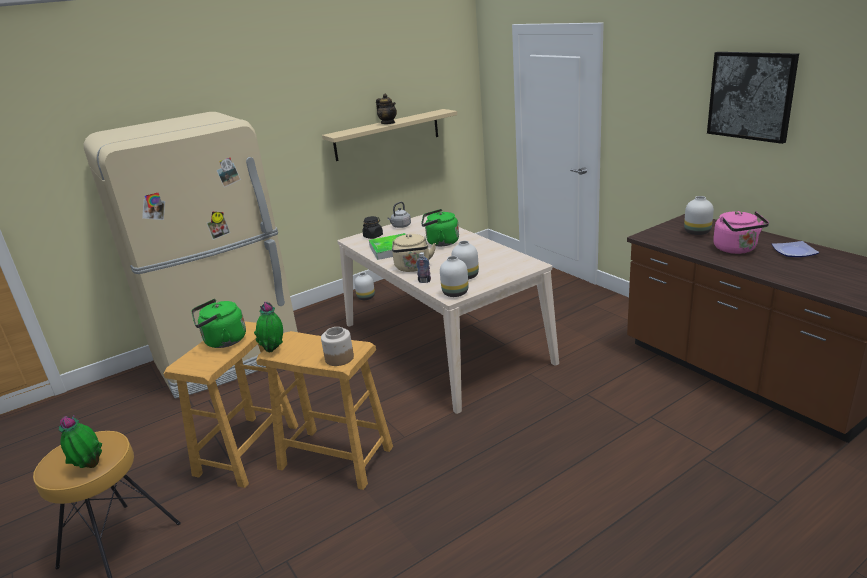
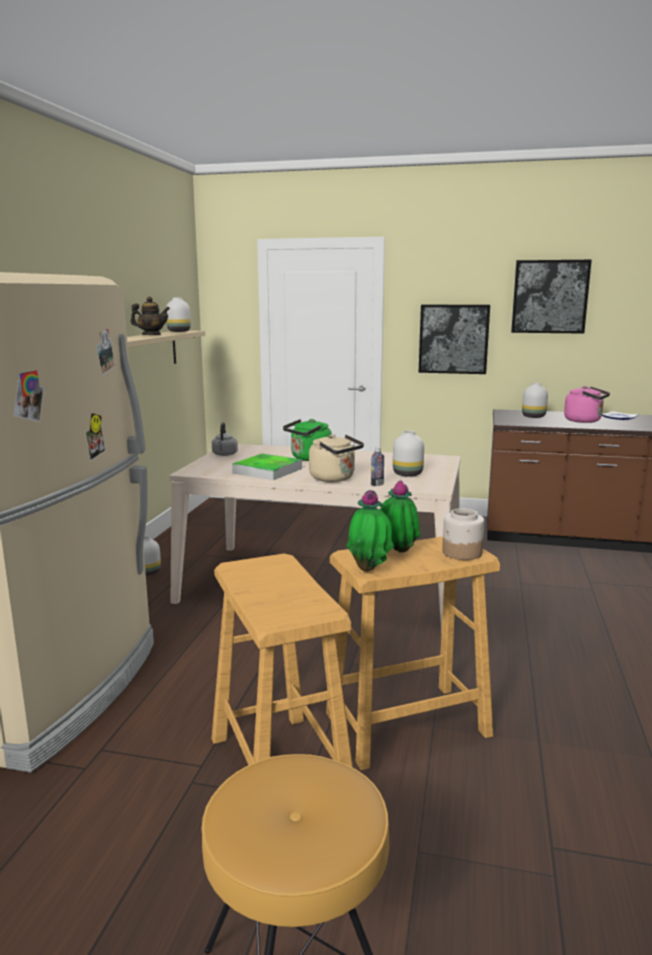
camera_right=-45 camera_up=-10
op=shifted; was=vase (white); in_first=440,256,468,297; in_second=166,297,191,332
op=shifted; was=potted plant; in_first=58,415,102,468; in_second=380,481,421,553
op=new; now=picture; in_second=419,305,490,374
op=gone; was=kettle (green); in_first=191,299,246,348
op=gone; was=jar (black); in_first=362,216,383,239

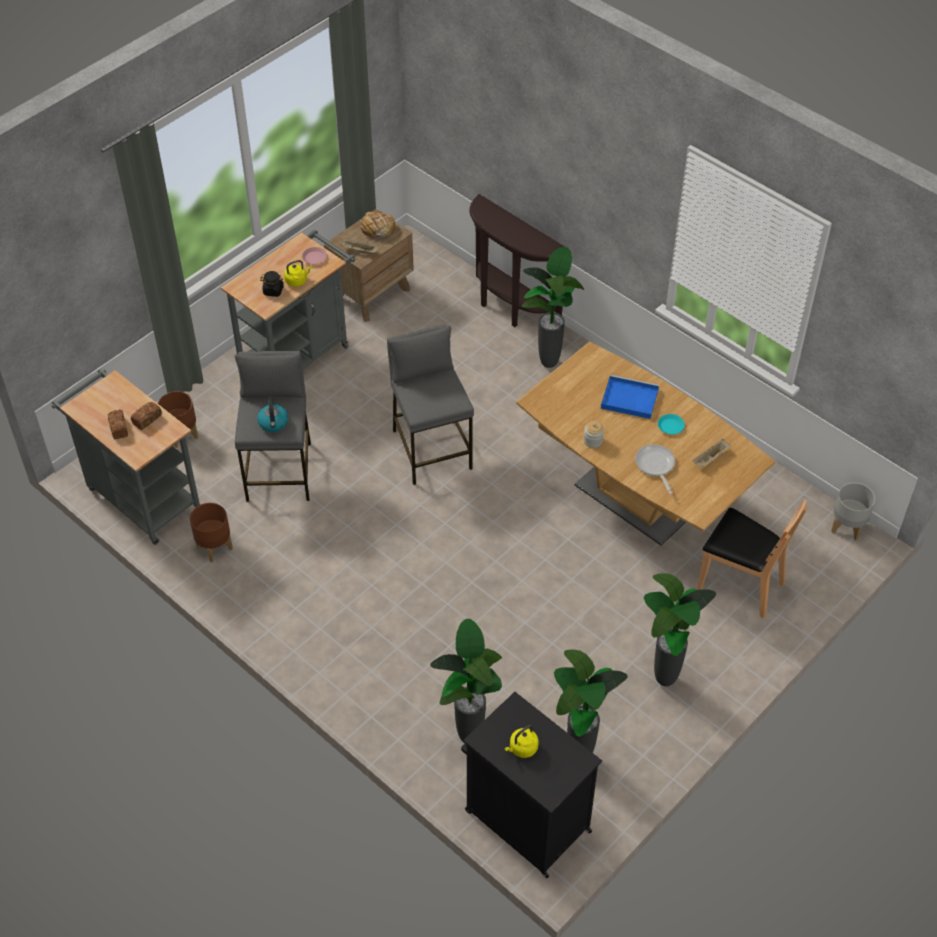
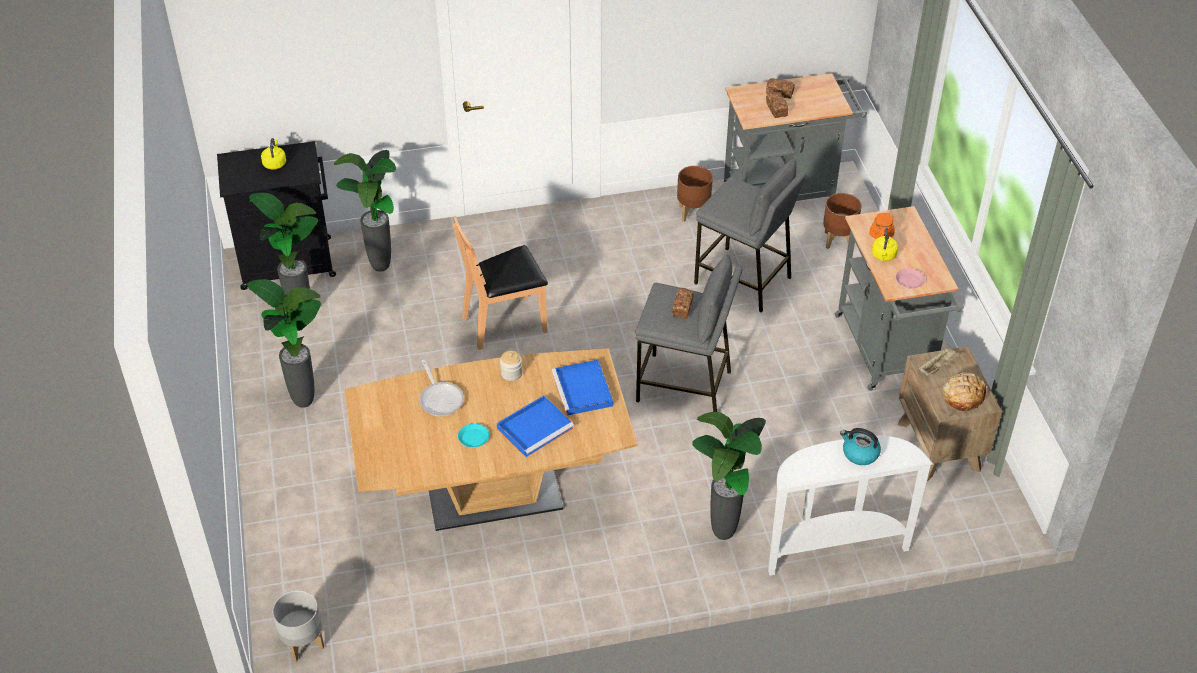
camera_right=125 camera_up=-5
op=rotated; was=frying pan; in_first=635,444,675,494; in_second=419,360,464,416; clockwise=45
op=shifted; was=chair (brown); in_first=697,500,808,618; in_second=452,216,548,350
op=new; now=tray (blue); in_second=552,360,613,416
op=new; now=bread; in_second=672,288,694,319
op=repainted; was=console table (brown); now=console table (white); in_first=469,194,565,327; in_second=768,436,933,576
op=shifted; was=kettle; in_first=257,399,288,432; in_second=840,428,881,465
op=repainted; was=jar (black); now=jar (orange); in_first=260,271,284,297; in_second=869,213,895,239
op=gone; was=tray (beige); in_first=692,439,730,468

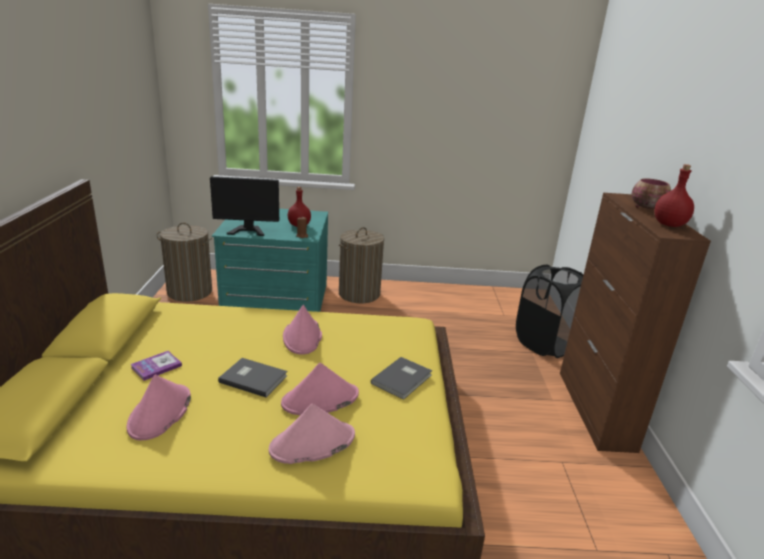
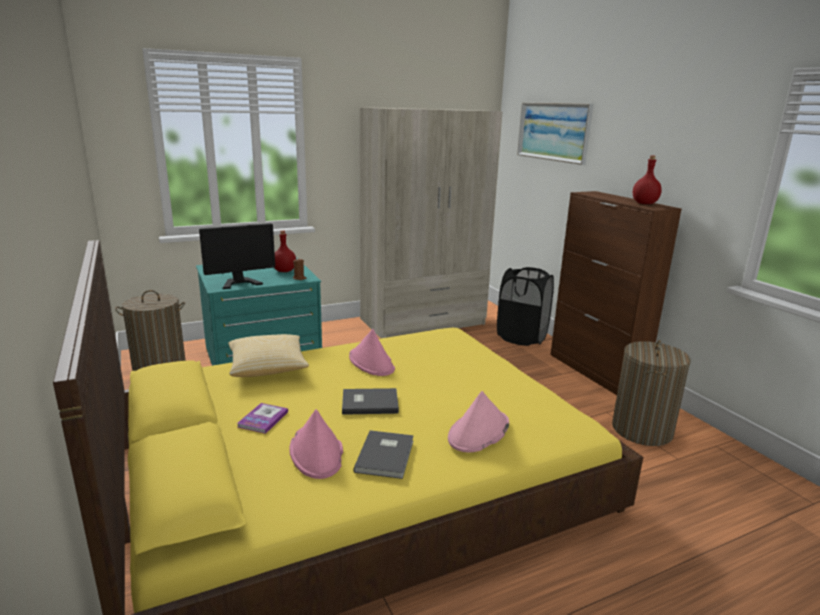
camera_right=-25 camera_up=-5
op=new; now=pillow; in_second=228,334,309,377
op=shifted; was=book (grey); in_first=371,357,432,400; in_second=353,430,414,479
op=new; now=wardrobe (beige); in_second=359,107,502,338
op=new; now=picture; in_second=517,102,593,165
op=shifted; was=laundry basket; in_first=339,227,384,303; in_second=612,340,691,446
op=gone; was=hat (pink); in_first=281,363,359,415
op=gone; was=bowl; in_first=632,178,671,209

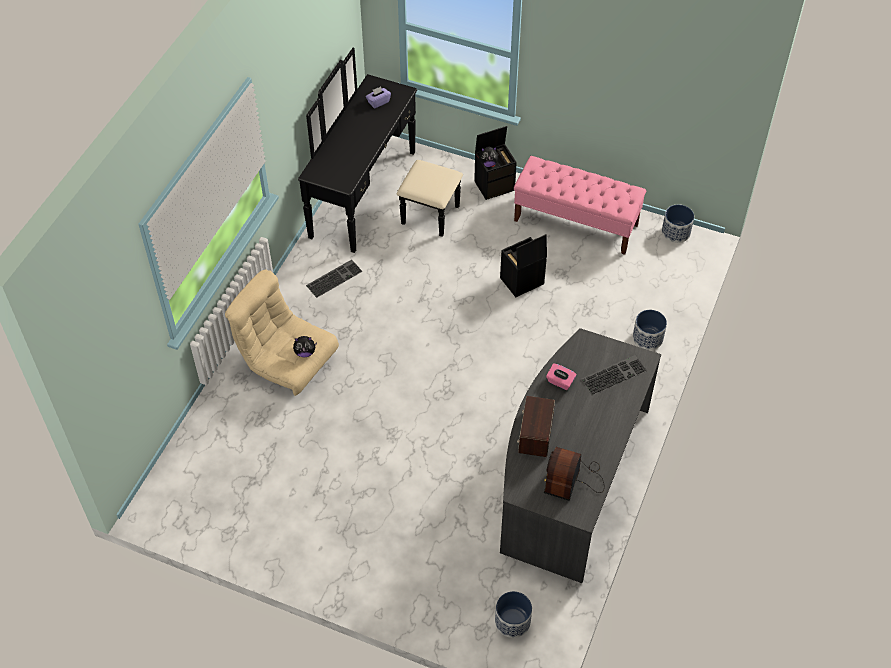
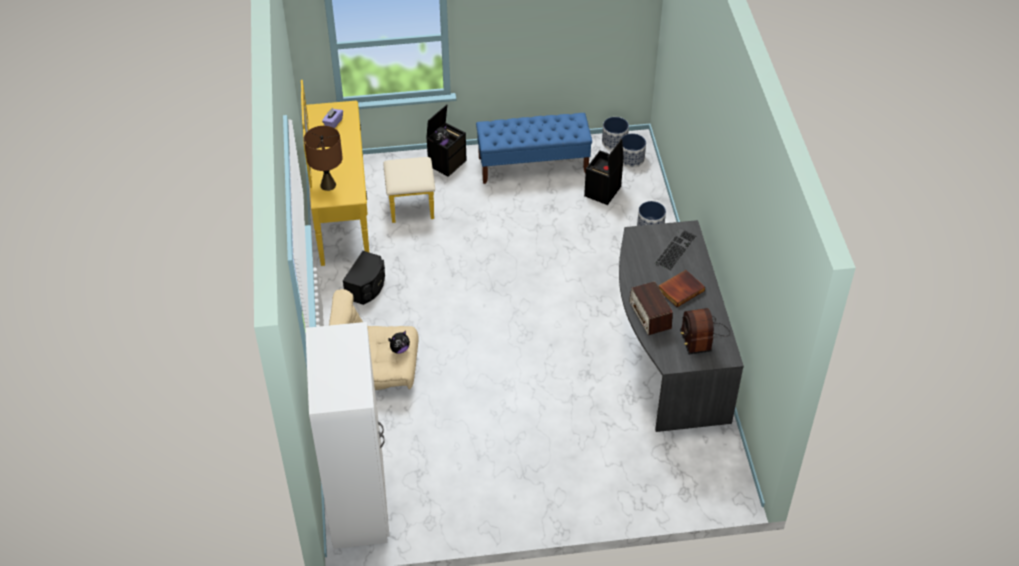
camera_right=-30 camera_up=-5
op=repainted; was=dresser (black); now=dresser (yellow); in_first=298,48,463,253; in_second=301,80,435,266
op=new; now=table lamp (brown); in_second=304,126,343,191
op=new; now=wardrobe (white); in_second=305,322,389,549
op=swapped; was=keyboard; now=speaker (black); in_first=306,259,363,298; in_second=343,251,385,305
op=repainted; was=bench (pink); now=bench (blue); in_first=514,156,646,255; in_second=476,113,592,184
op=shifted; was=storage box (black); in_first=500,234,547,297; in_second=584,139,624,205
op=shifted; was=planter; in_first=495,591,532,638; in_second=621,133,646,168
op=new; now=book; in_second=659,270,705,307
op=gone; was=tissue box (pink); in_first=546,363,577,390

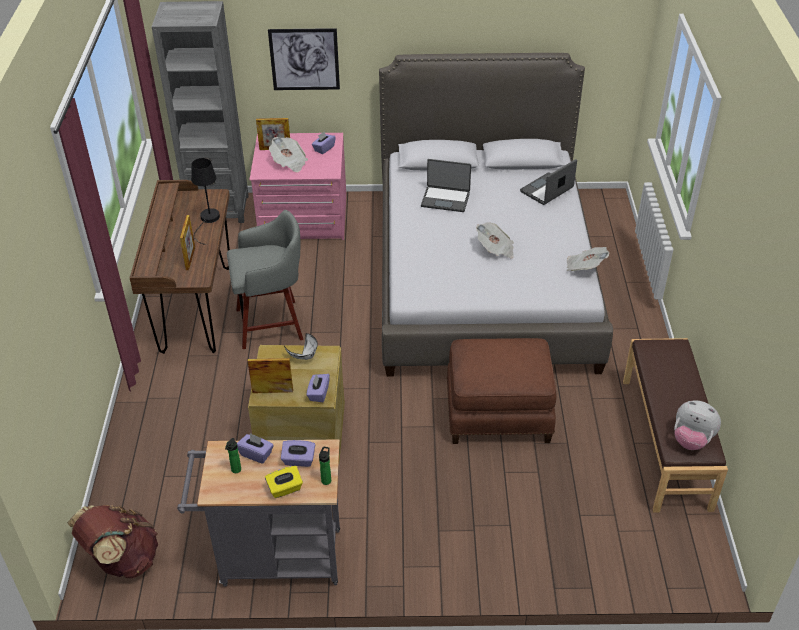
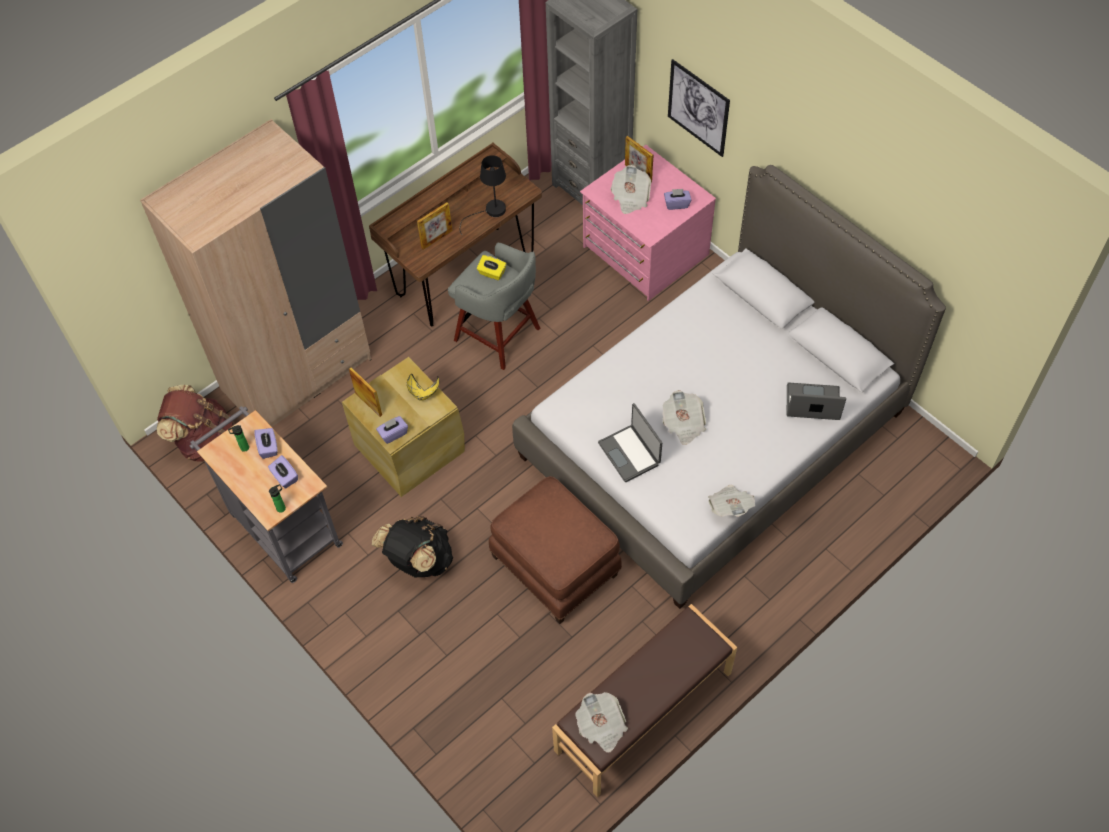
camera_right=50 camera_up=15
op=new; now=wardrobe (beige); in_second=140,119,372,427
op=new; now=backpack (black); in_second=372,516,453,577
op=repainted; was=bowl (white); now=bowl (yellow); in_first=284,333,318,360; in_second=407,374,439,401
op=shifted; was=tissue box (yellow); in_first=265,466,303,498; in_second=477,255,506,280
op=swapped; was=plush toy; now=newspaper; in_first=674,401,721,450; in_second=575,692,628,753
op=shifted; was=laptop; in_first=421,159,471,212; in_second=598,403,662,482

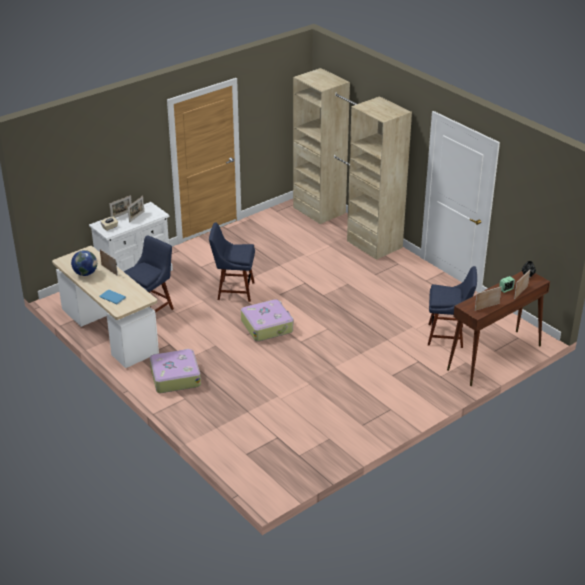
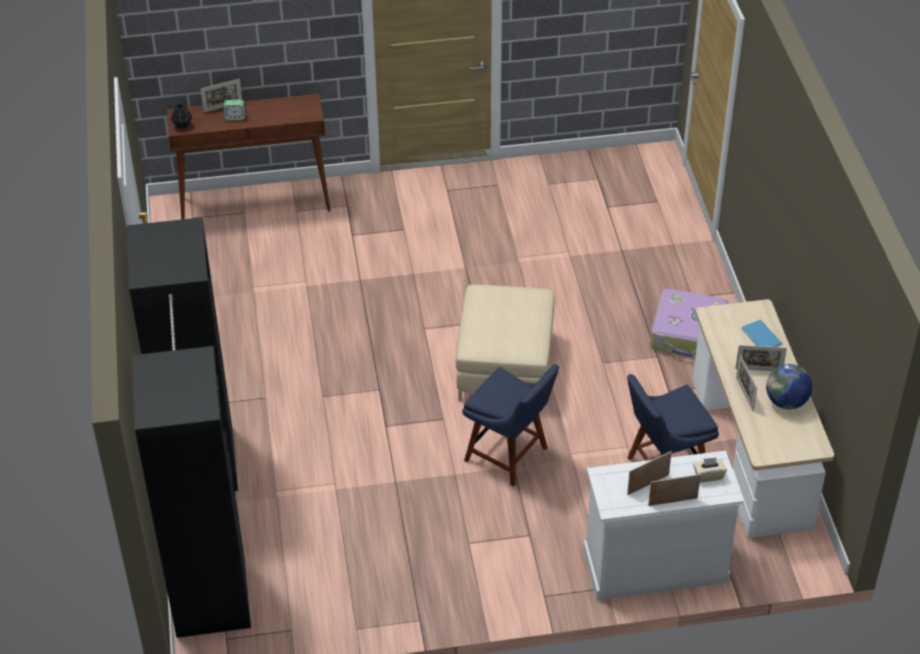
camera_right=-150 camera_up=10
op=repainted; was=wardrobe (beige); now=wardrobe (black); in_first=293,68,412,260; in_second=127,217,251,638
op=swapped; was=suitcase; now=ottoman (beige); in_first=241,299,294,341; in_second=456,285,555,402
op=shifted; was=picture frame; in_first=475,286,502,311; in_second=735,345,787,371
op=gone; was=chair (blue); in_first=428,266,477,348

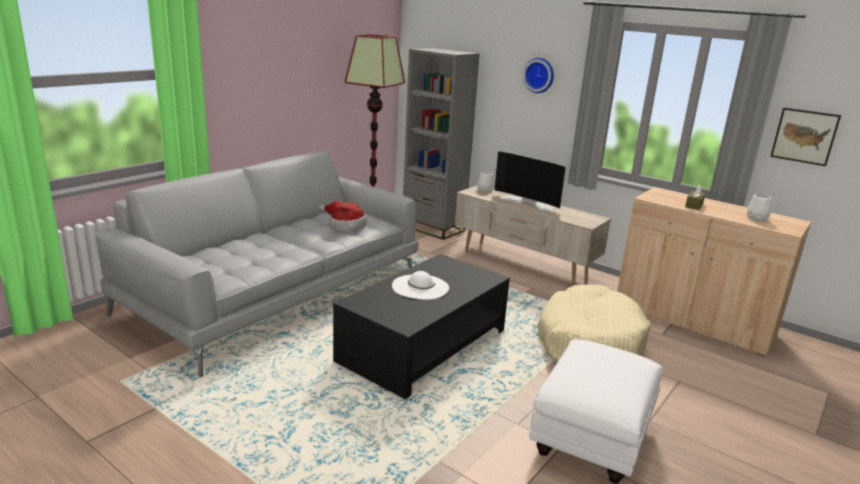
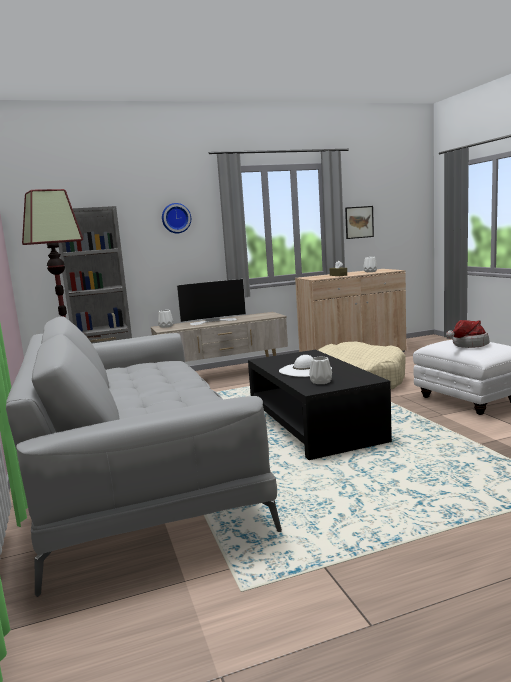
camera_right=-55 camera_up=-10
op=new; now=vase (white); in_second=309,357,332,384
op=shifted; was=hat; in_first=319,201,367,233; in_second=446,320,490,348

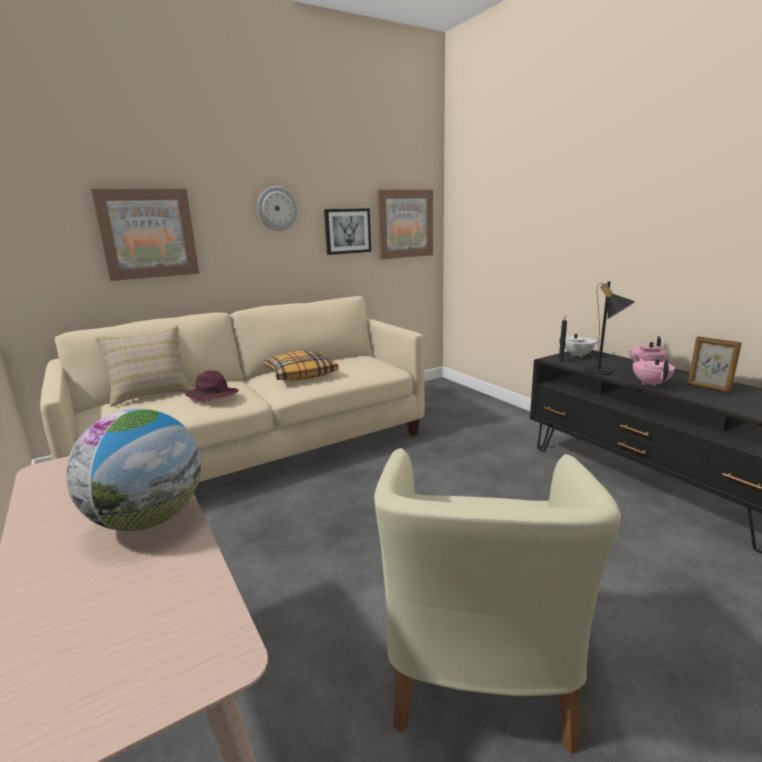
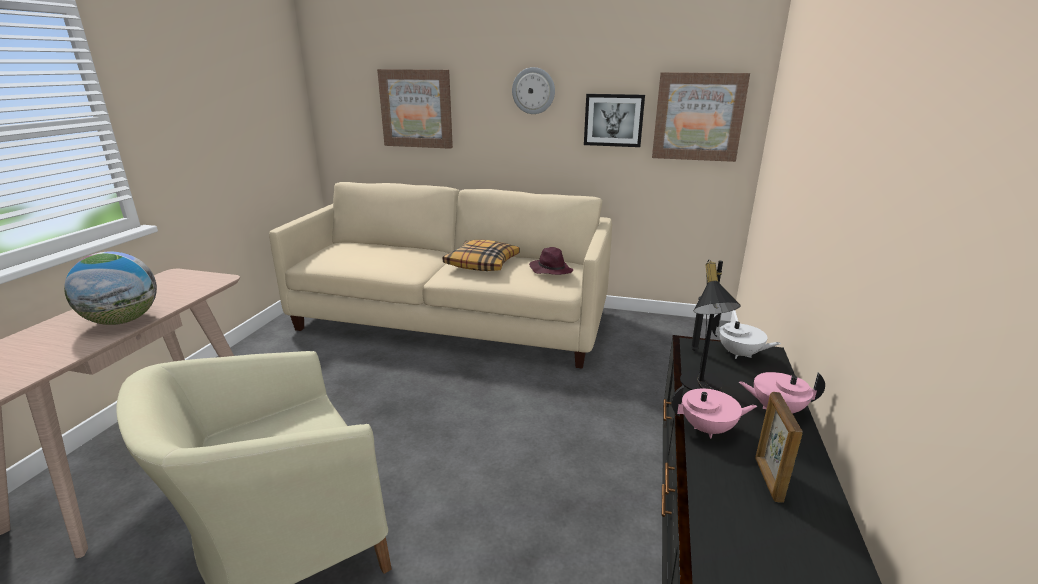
camera_right=45 camera_up=5
op=shifted; was=hat (purple); in_first=185,370,239,402; in_second=529,247,573,275
op=rotated; was=teapot (pink); in_first=633,358,675,387; in_second=671,386,757,439; clockwise=45
op=gone; was=pillow (beige); in_first=95,325,194,407

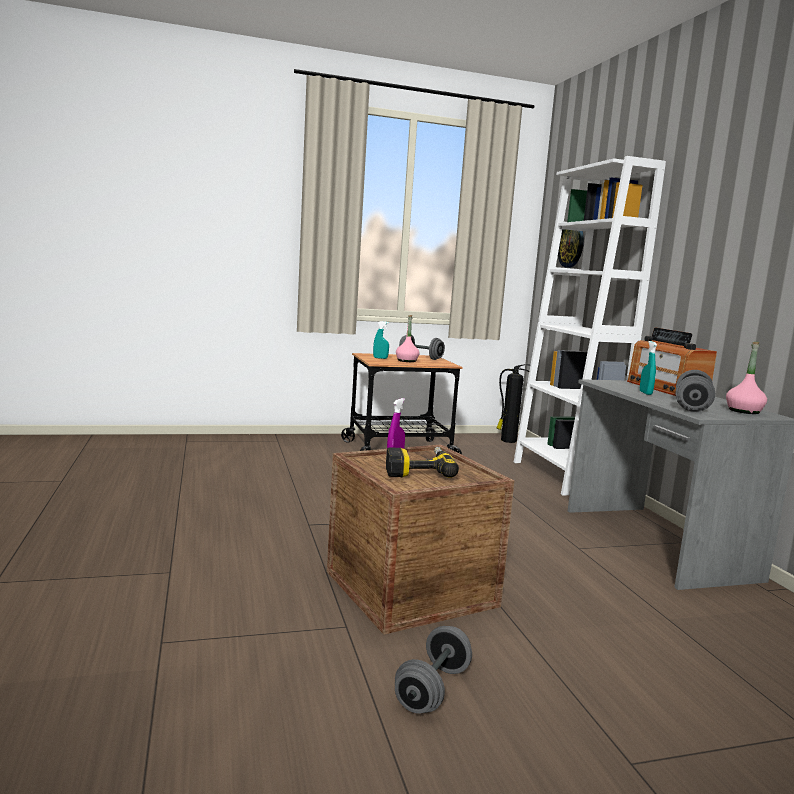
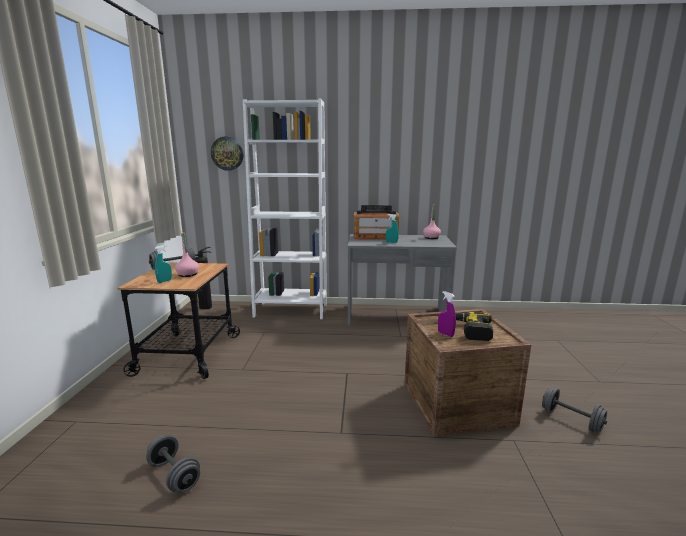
camera_right=-70 camera_up=5
op=shifted; was=dumbbell (grey); in_first=676,370,715,412; in_second=146,435,200,493

